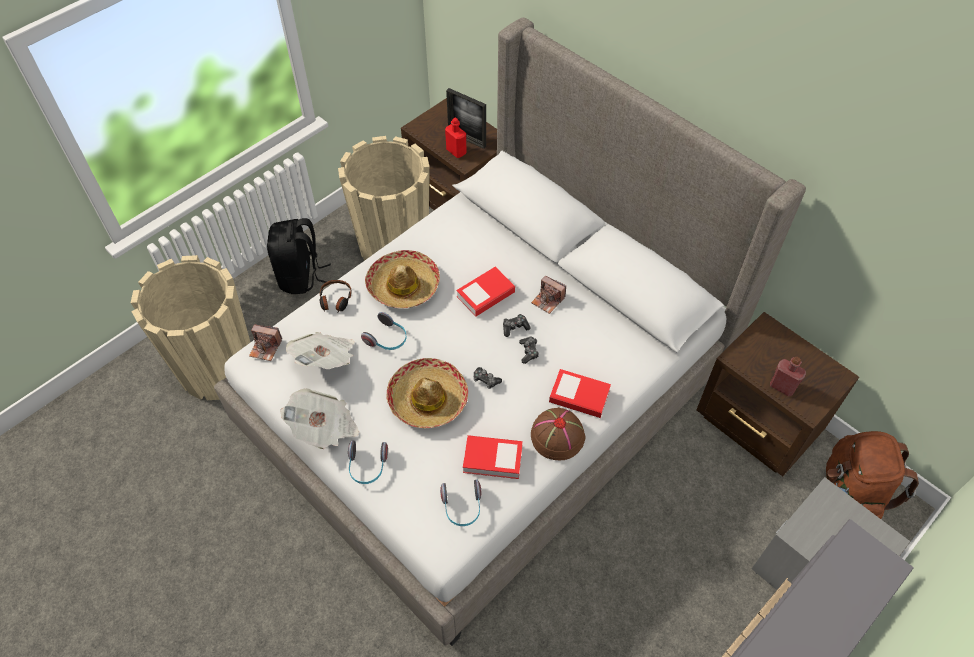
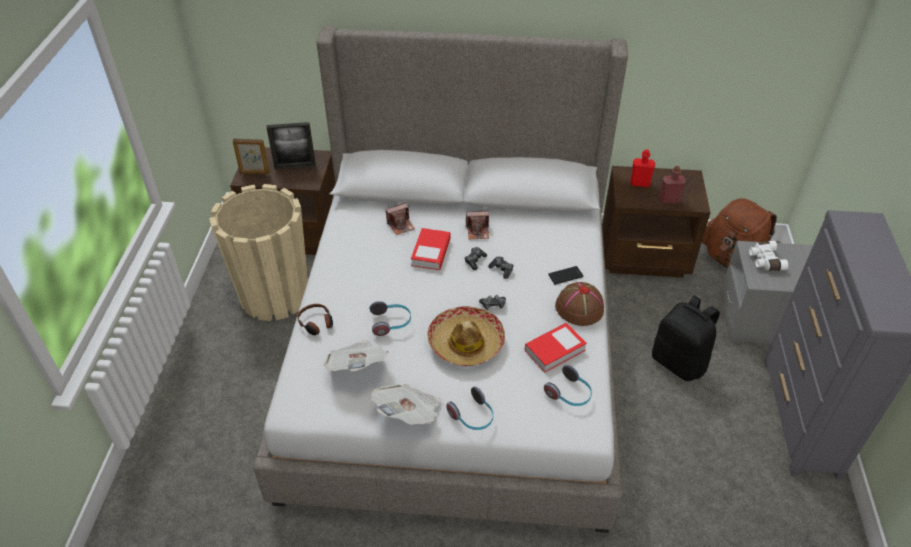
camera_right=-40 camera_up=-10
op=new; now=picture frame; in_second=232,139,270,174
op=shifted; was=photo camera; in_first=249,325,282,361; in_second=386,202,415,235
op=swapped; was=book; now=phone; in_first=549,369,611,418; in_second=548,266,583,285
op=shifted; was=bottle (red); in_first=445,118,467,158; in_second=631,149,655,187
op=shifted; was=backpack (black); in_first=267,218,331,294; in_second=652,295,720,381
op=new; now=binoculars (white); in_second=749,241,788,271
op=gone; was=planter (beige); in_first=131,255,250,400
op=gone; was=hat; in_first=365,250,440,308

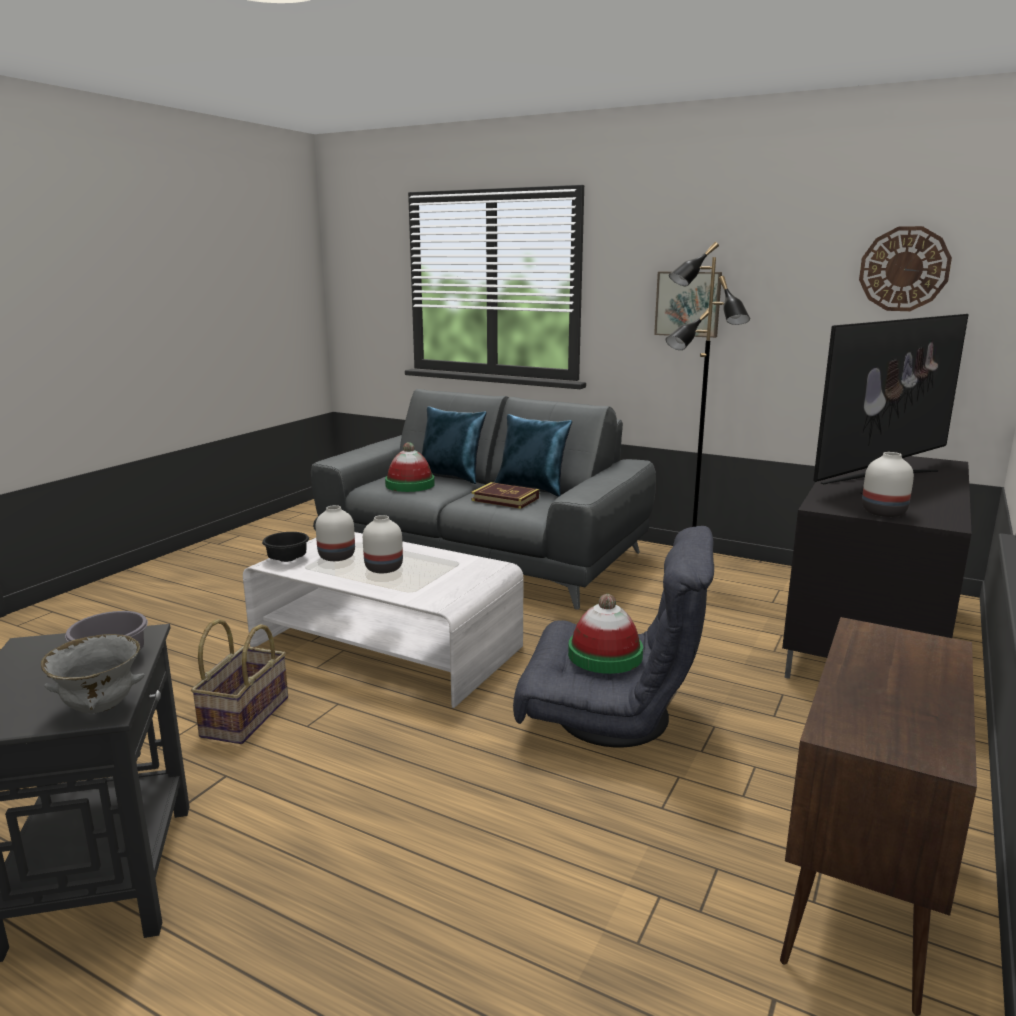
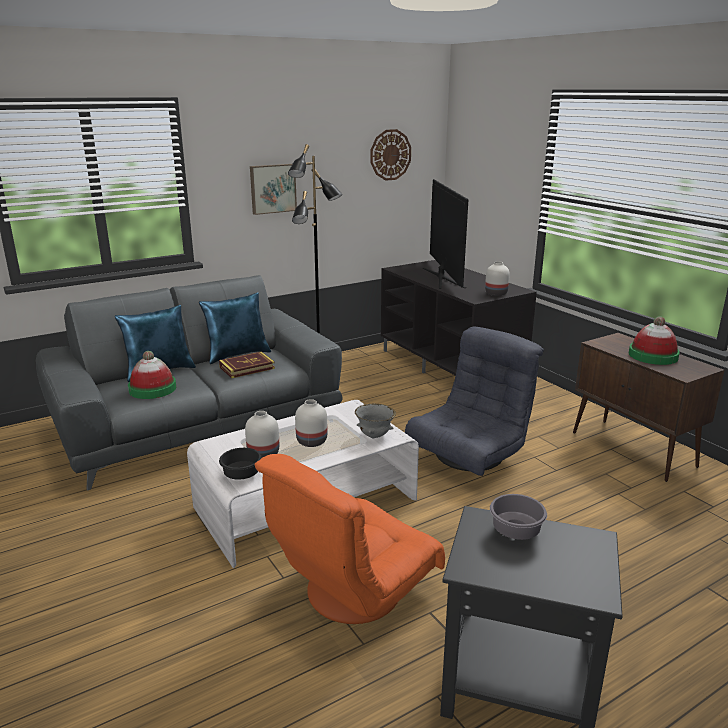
camera_right=-60 camera_up=5
op=swapped; was=basket; now=armchair (orange); in_first=191,619,288,744; in_second=255,454,445,624
op=shifted; was=bowl (grey); in_first=41,634,145,713; in_second=355,404,396,438
op=shifted; was=hat; in_first=568,594,643,674; in_second=629,316,680,365

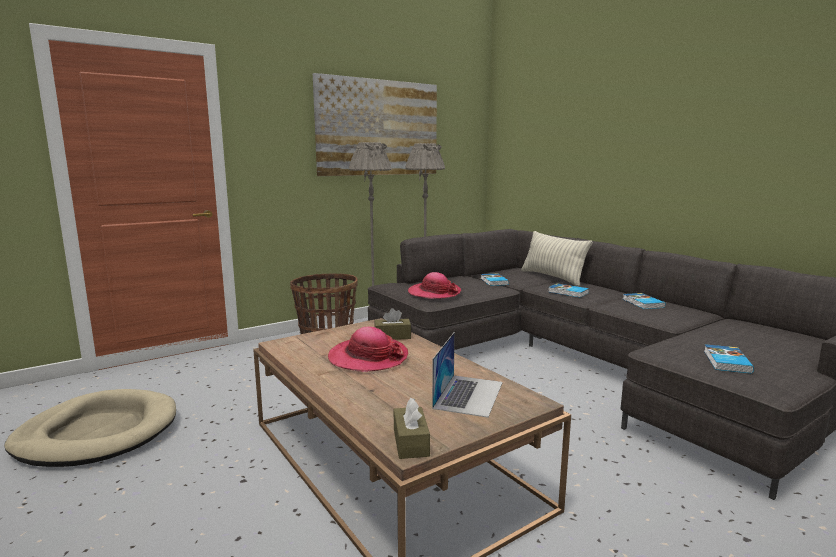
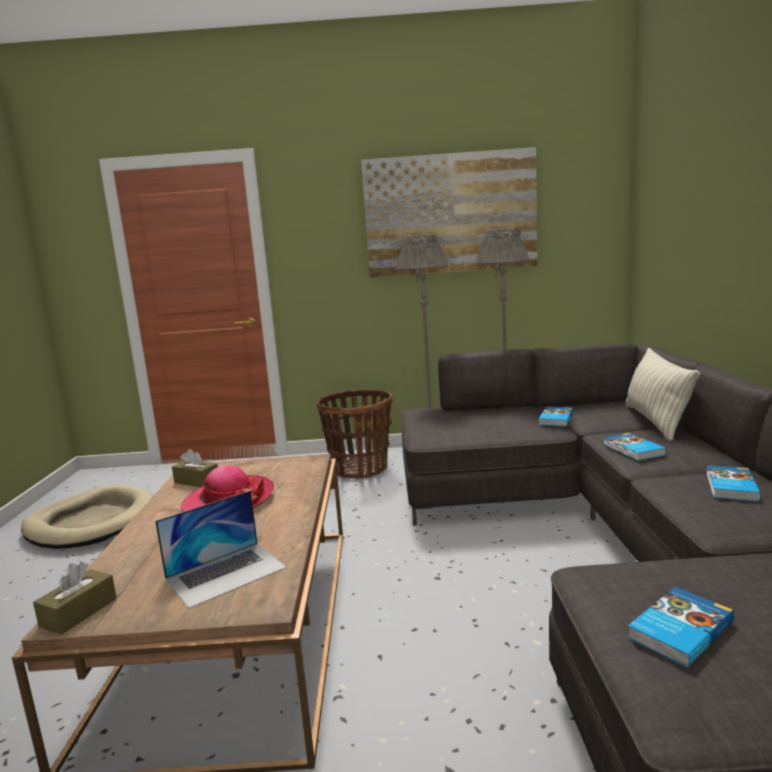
camera_right=35 camera_up=0
op=shifted; was=tissue box (brown); in_first=374,308,411,340; in_second=172,449,218,487
op=gone; was=hat; in_first=408,272,461,299

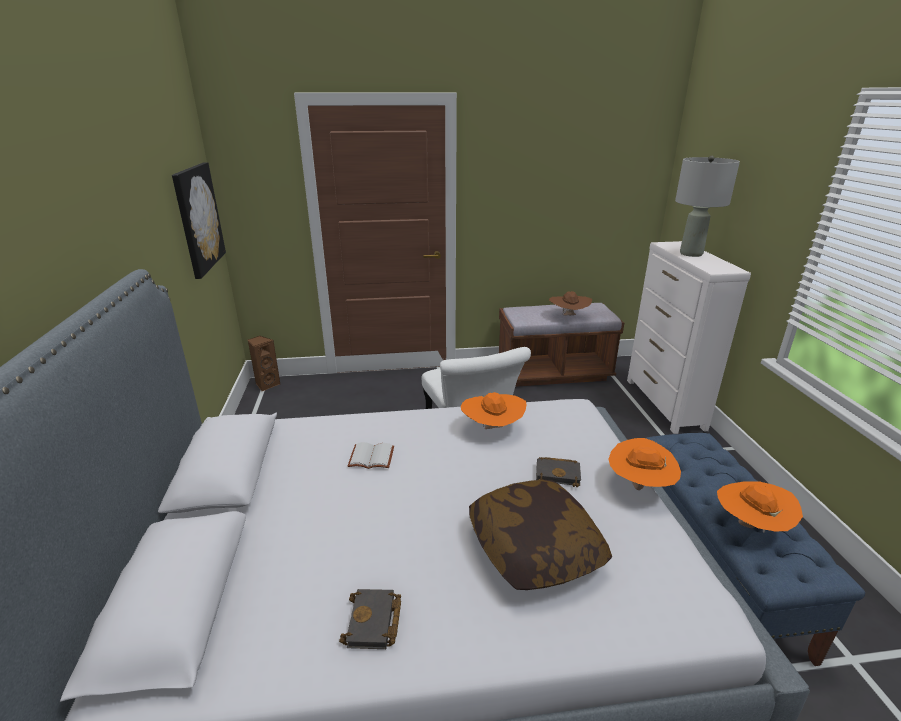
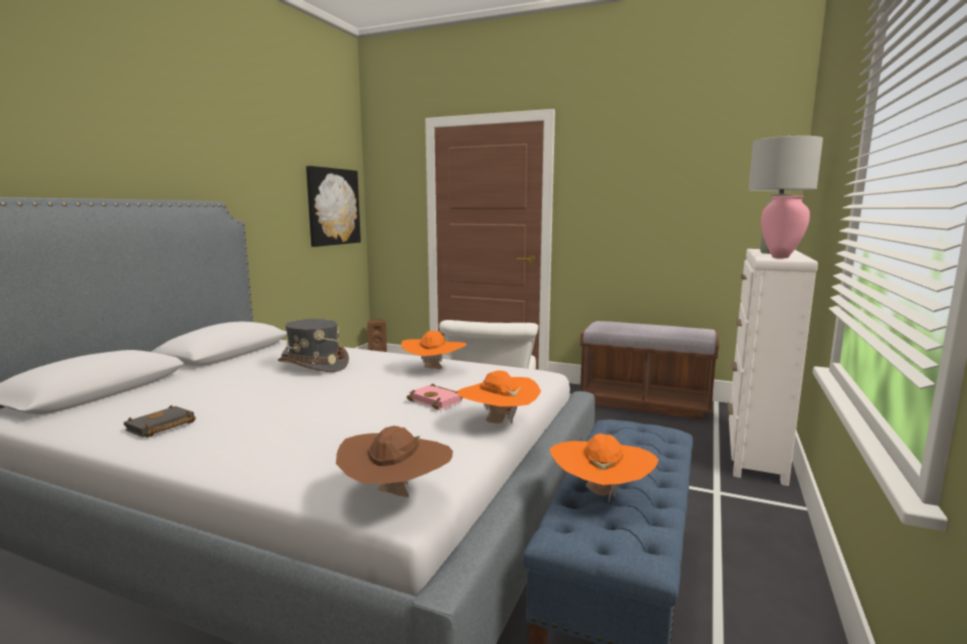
camera_right=30 camera_up=-15
op=swapped; was=book (white); now=hat (grey); in_first=347,442,394,469; in_second=278,319,349,372
op=shifted; was=hat (brown); in_first=549,291,592,316; in_second=336,426,453,497
op=repainted; was=book (black); now=book (pink); in_first=536,457,581,487; in_second=407,383,463,410
op=new; now=vase (pink); in_second=761,196,810,258
op=gone; was=pillow; in_first=469,480,612,590

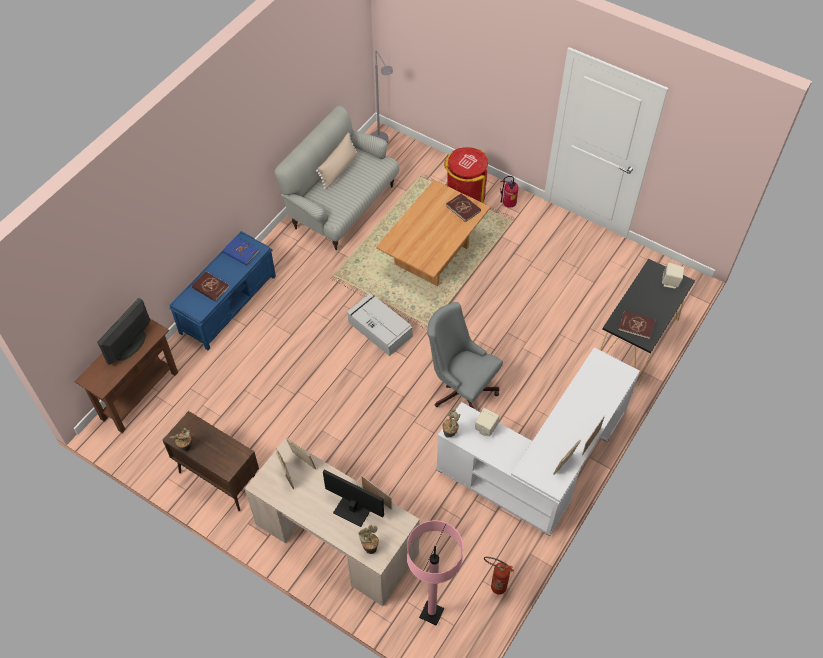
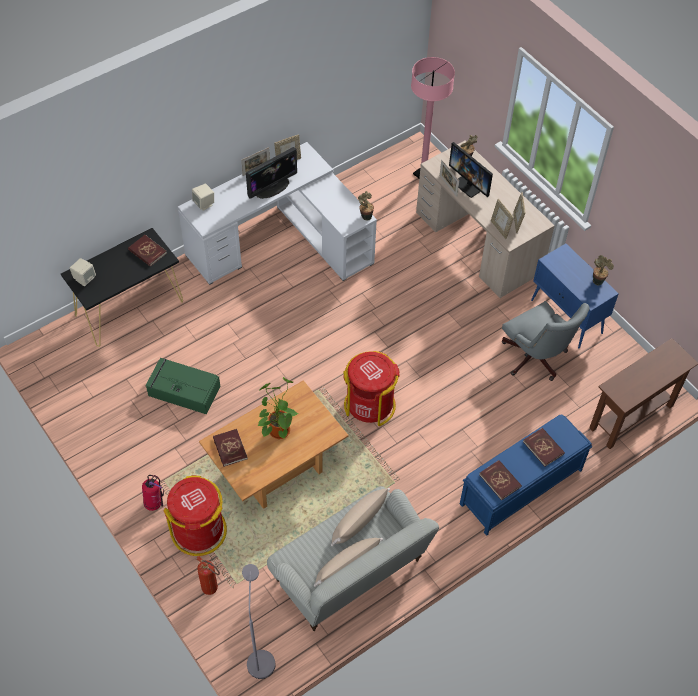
camera_right=-160 camera_up=0
op=new; now=storage box (green); in_second=145,358,220,414
op=shifted; was=speaker (beige); in_first=475,408,499,437; in_second=192,183,214,211
op=shifted; was=fire extinguisher; in_first=484,557,514,595; in_second=196,556,220,595
op=shifted; was=monitor; in_first=97,298,150,365; in_second=246,147,297,199
op=new; now=potted plant; in_second=258,377,298,439
op=new; now=pillow (beige); in_second=331,488,390,546
op=swapped; was=storage box (grey); now=trash can (red); in_first=347,293,413,356; in_second=343,351,400,426
op=repainted; was=book (blue); now=book (red); in_first=222,237,259,265; in_second=479,460,522,501
op=shifted; was=office chair (grey); in_first=427,302,503,409; in_second=502,301,590,381
op=repainted; was=cabinet (brown); now=cabinet (blue); in_first=163,411,259,511; in_second=531,244,619,349

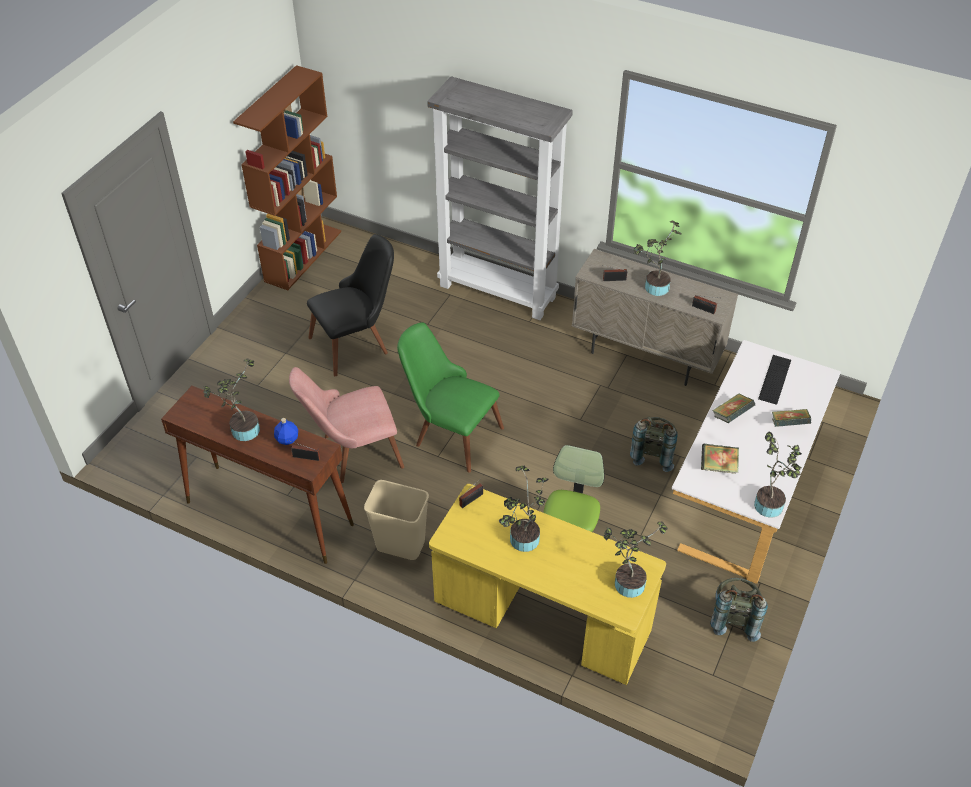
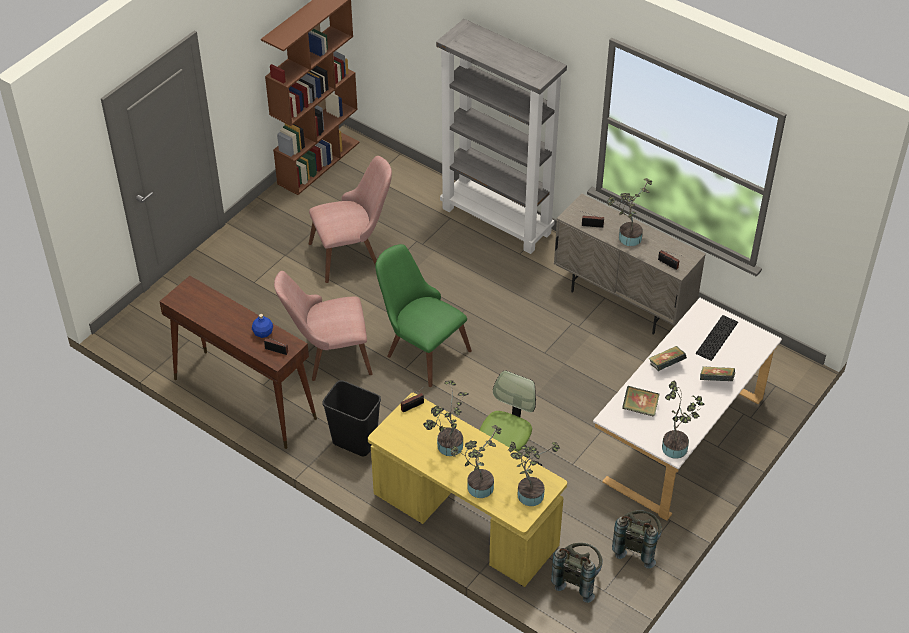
camera_right=10 camera_up=0
op=repainted; was=chair (black); now=chair (pink); in_first=307,234,394,376; in_second=309,156,392,283
op=repainted; was=trash can (beige); now=trash can (black); in_first=364,480,429,560; in_second=322,380,381,456
op=shifted; was=potted plant; in_first=203,358,260,441; in_second=451,425,502,498
op=shifted; was=backpack (grey); in_first=630,417,678,472; in_second=551,543,603,603

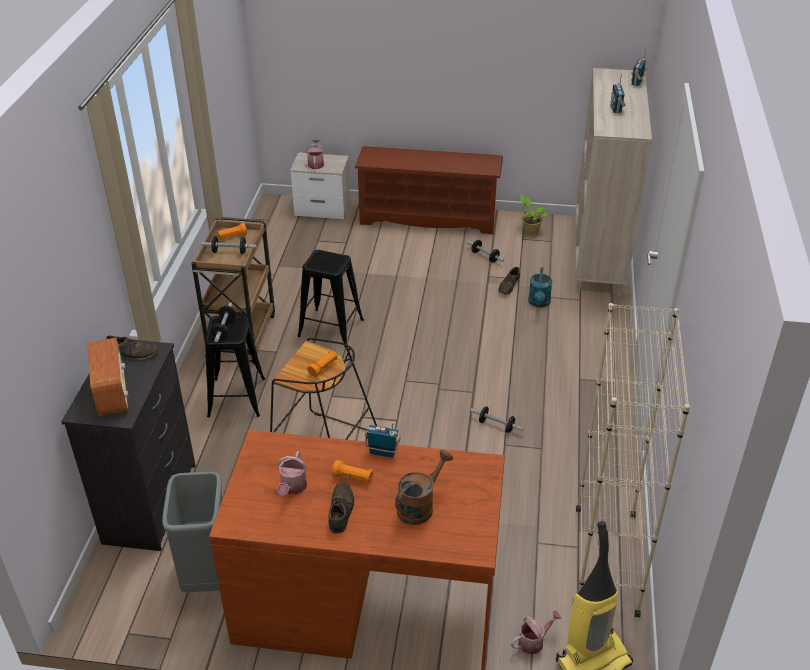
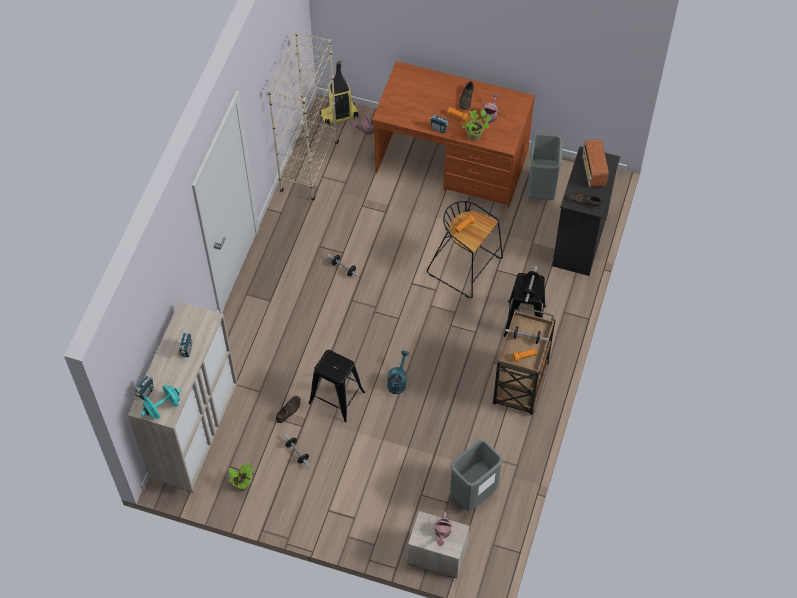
camera_right=-170 camera_up=20
op=new; now=dumbbell (turquoise); in_second=141,385,182,419
op=shifted; was=stool (black); in_first=298,250,364,348; in_second=308,350,365,422
op=shifted; was=watering can (turquoise); in_first=528,267,552,308; in_second=387,350,409,394
op=new; now=trash can (grey); in_second=450,439,503,511
op=new; now=potted plant; in_second=462,109,492,141
op=gone; was=shoe rack (brown); in_first=355,146,503,234
op=gone; was=watering can (brown); in_first=395,449,453,525

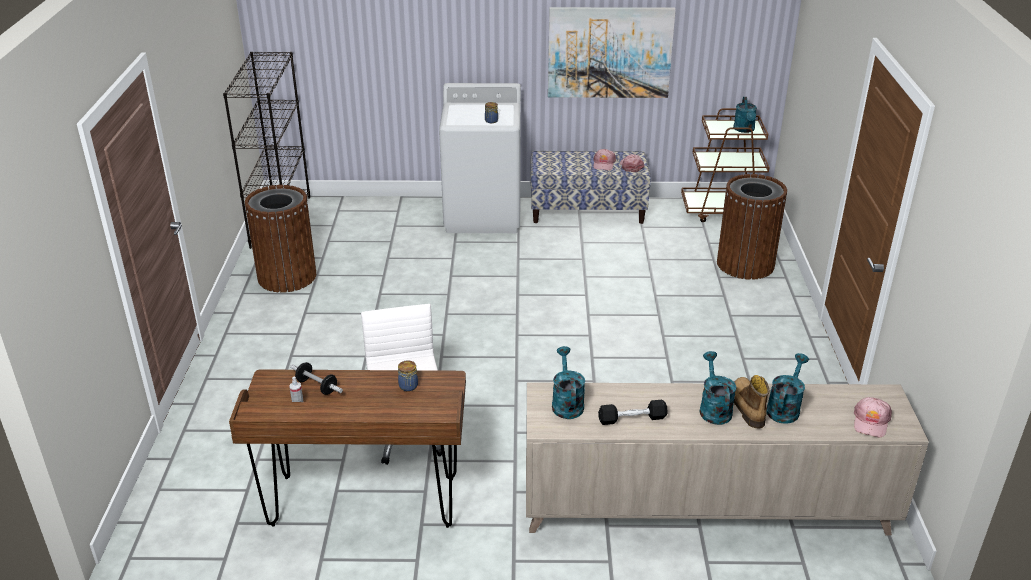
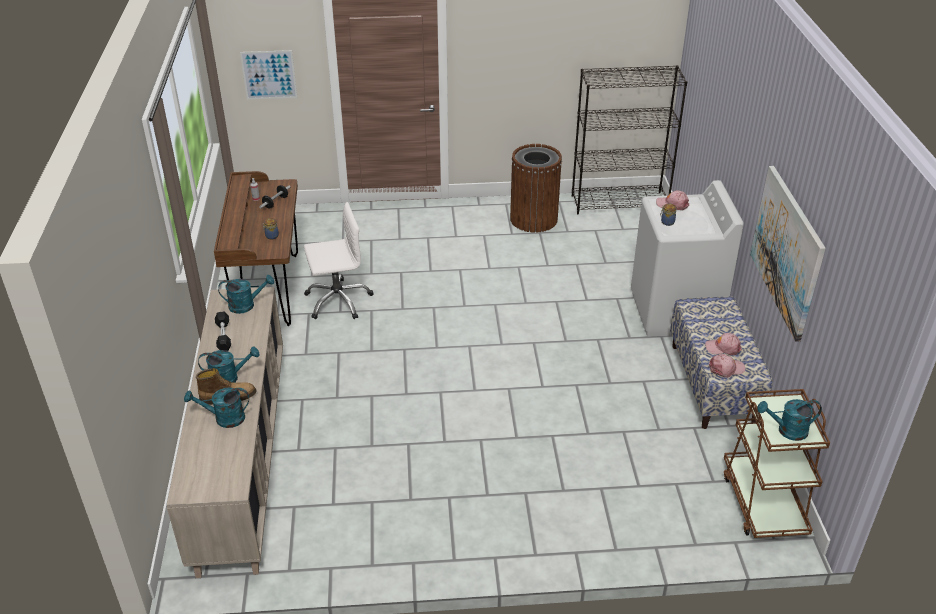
camera_right=85 camera_up=5
op=rotated; was=watering can (turquoise); in_first=766,353,809,424; in_second=184,387,249,428; clockwise=150
op=new; now=picture; in_second=240,50,297,99
op=shifted; was=cap (pink); in_first=854,397,892,437; in_second=656,190,689,210
op=gone; was=trash can (brown); in_first=717,174,787,280

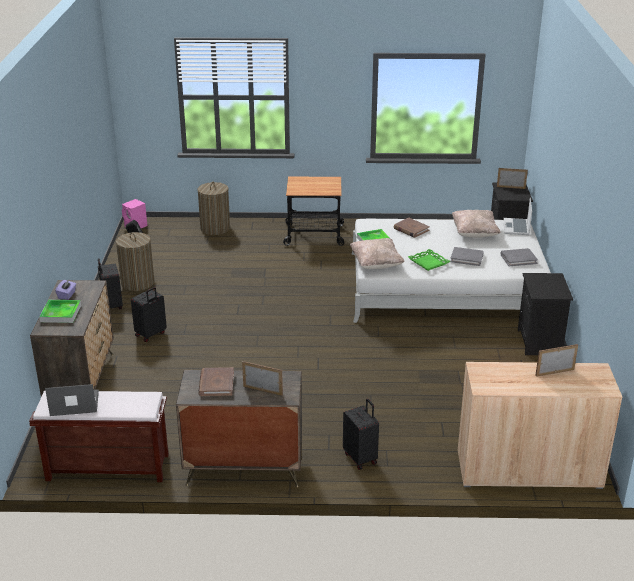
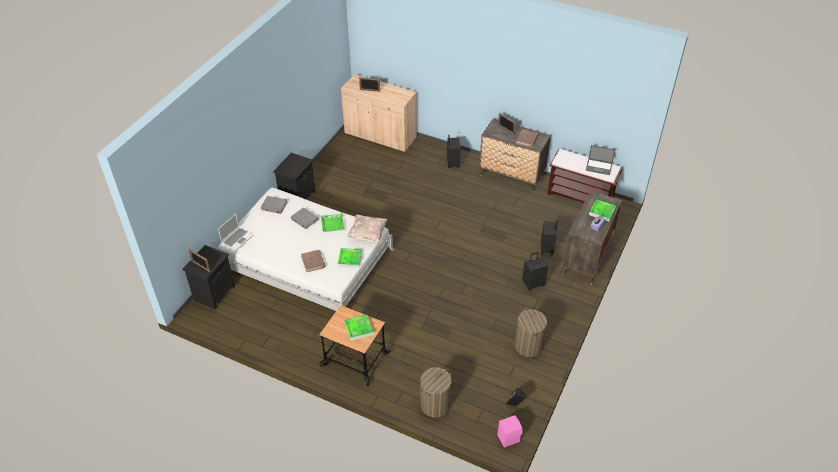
camera_right=-155 camera_up=15
op=new; now=tray; in_second=344,315,373,341
op=shifted; was=suitcase (black); in_first=98,258,123,309; in_second=541,220,558,256
op=gone; was=pillow (beige); in_first=452,210,500,238

